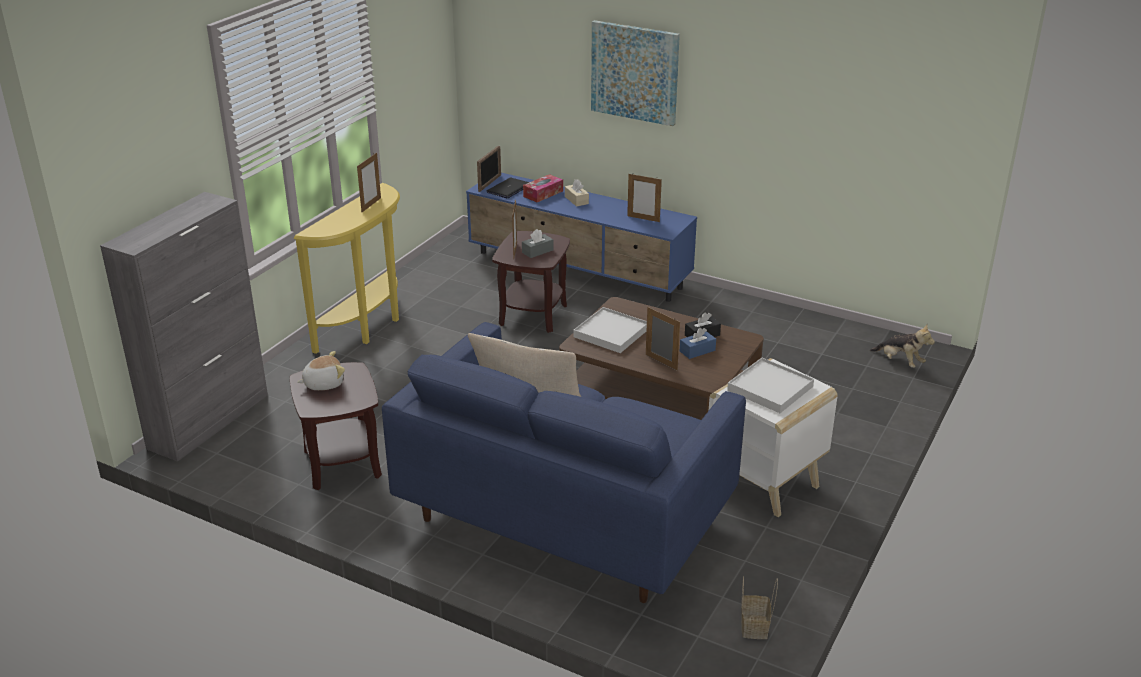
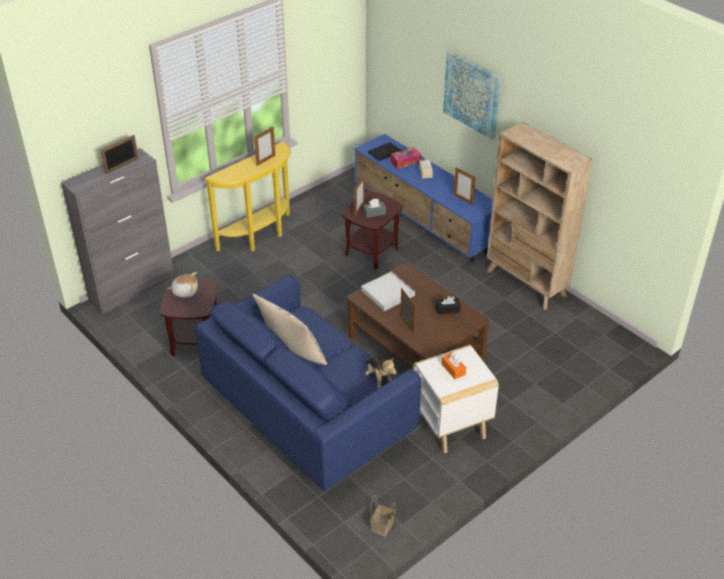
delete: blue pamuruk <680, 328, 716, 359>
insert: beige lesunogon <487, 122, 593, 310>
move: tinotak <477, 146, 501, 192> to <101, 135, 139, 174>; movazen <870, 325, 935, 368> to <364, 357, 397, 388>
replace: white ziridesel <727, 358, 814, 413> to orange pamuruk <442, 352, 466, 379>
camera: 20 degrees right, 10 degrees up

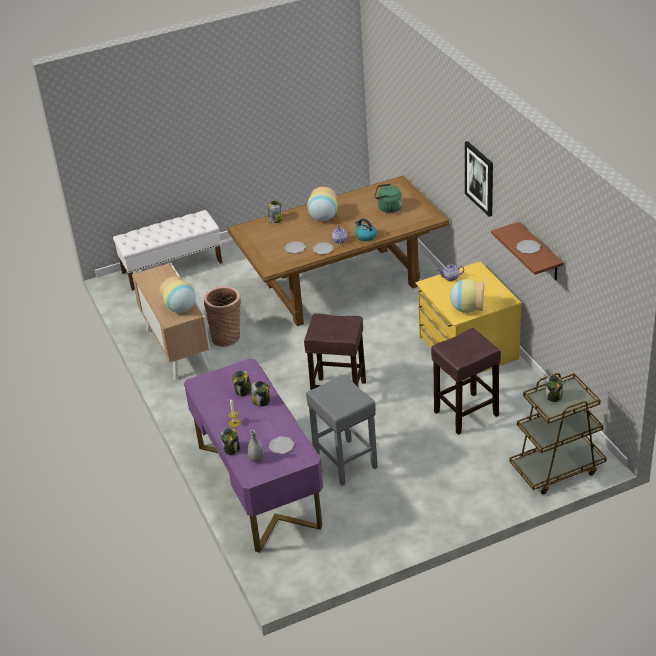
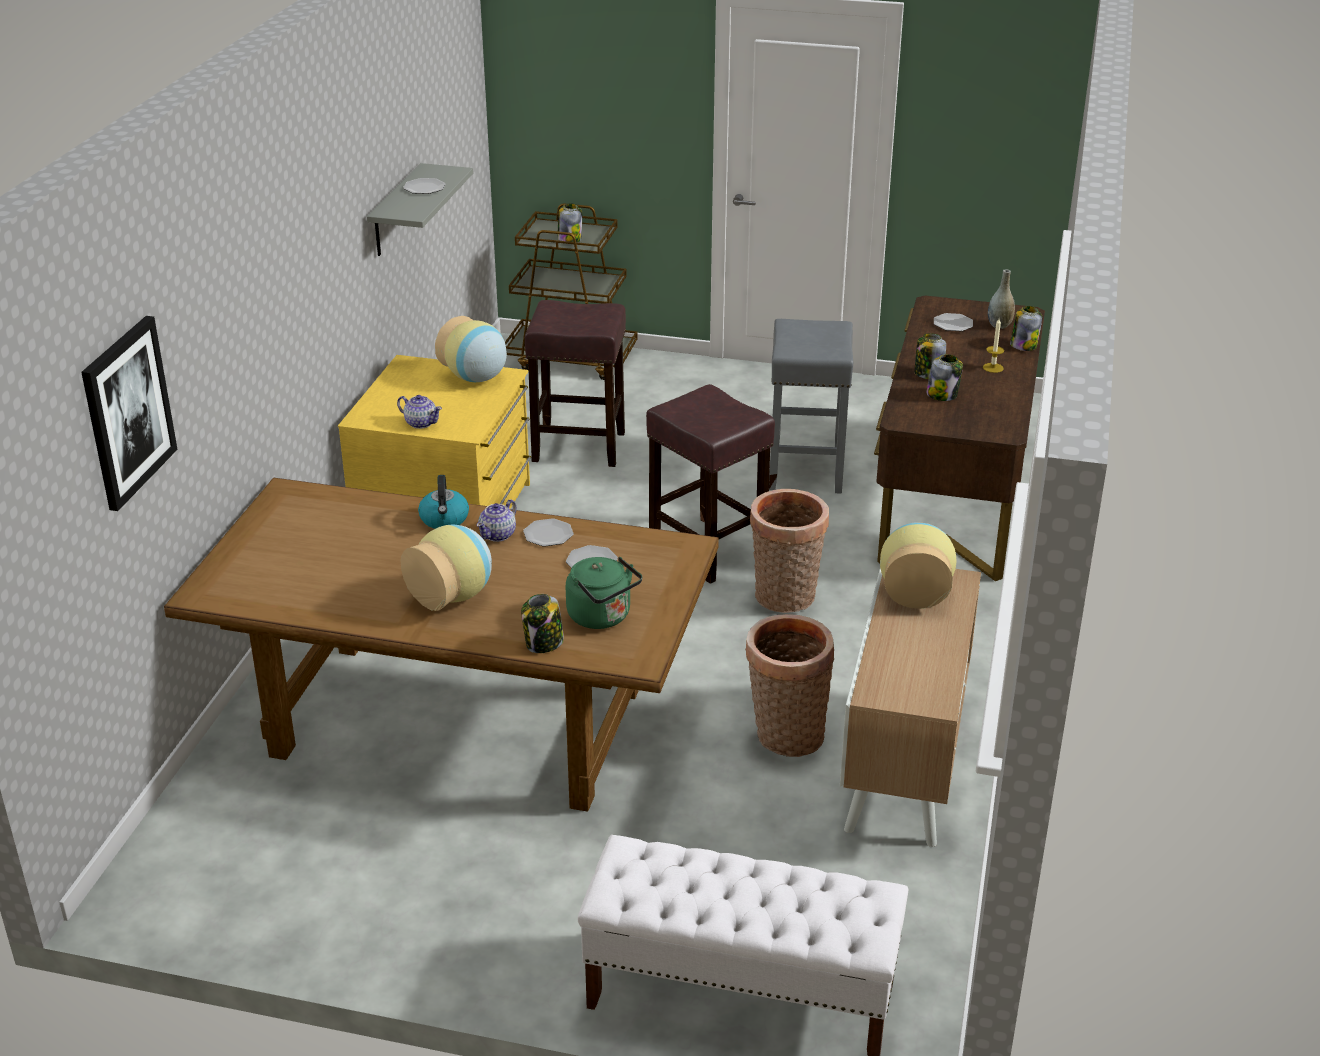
insert: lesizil <750, 489, 829, 613>
move: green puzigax <374, 184, 402, 213> to <566, 557, 642, 629>; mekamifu <465, 141, 493, 217> to <81, 316, 177, 511>
recolor: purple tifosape <184, 359, 323, 553> to brown tifosape <874, 296, 1045, 581>; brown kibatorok <491, 222, 563, 280> to grey kibatorok <367, 163, 473, 256>
camera: 145 degrees left, 5 degrees down

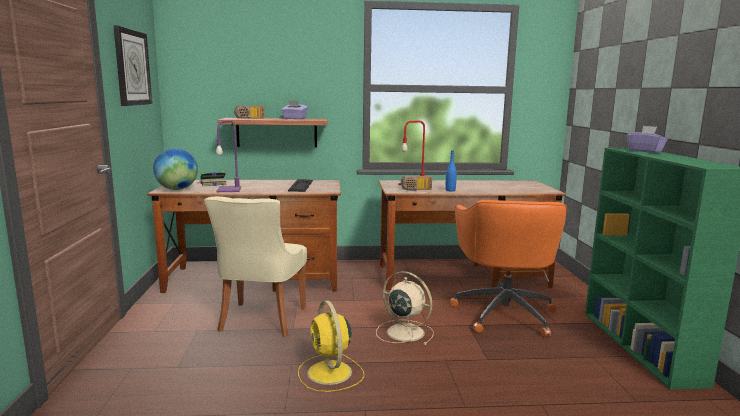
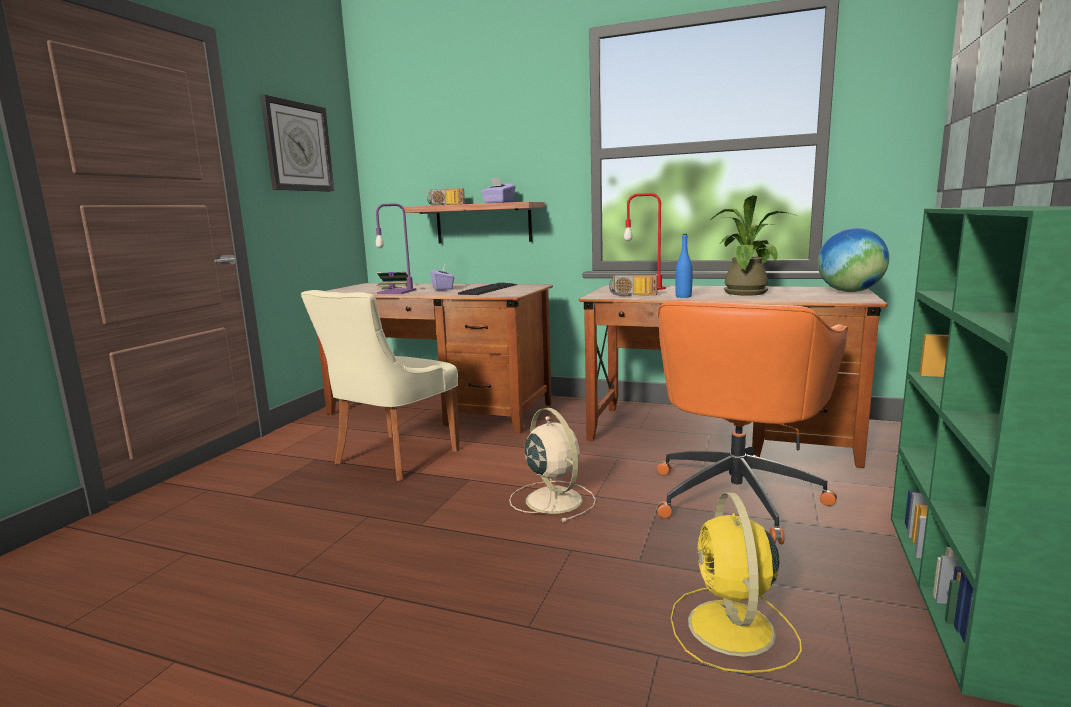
insert: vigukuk <712, 195, 798, 296>
move: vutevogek <153, 148, 198, 190> to <818, 228, 889, 292>; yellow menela <298, 301, 364, 392> to <671, 492, 802, 673>; purple pamuruk <627, 126, 667, 153> to <431, 264, 454, 291>
camera: 25 degrees right, 0 degrees up

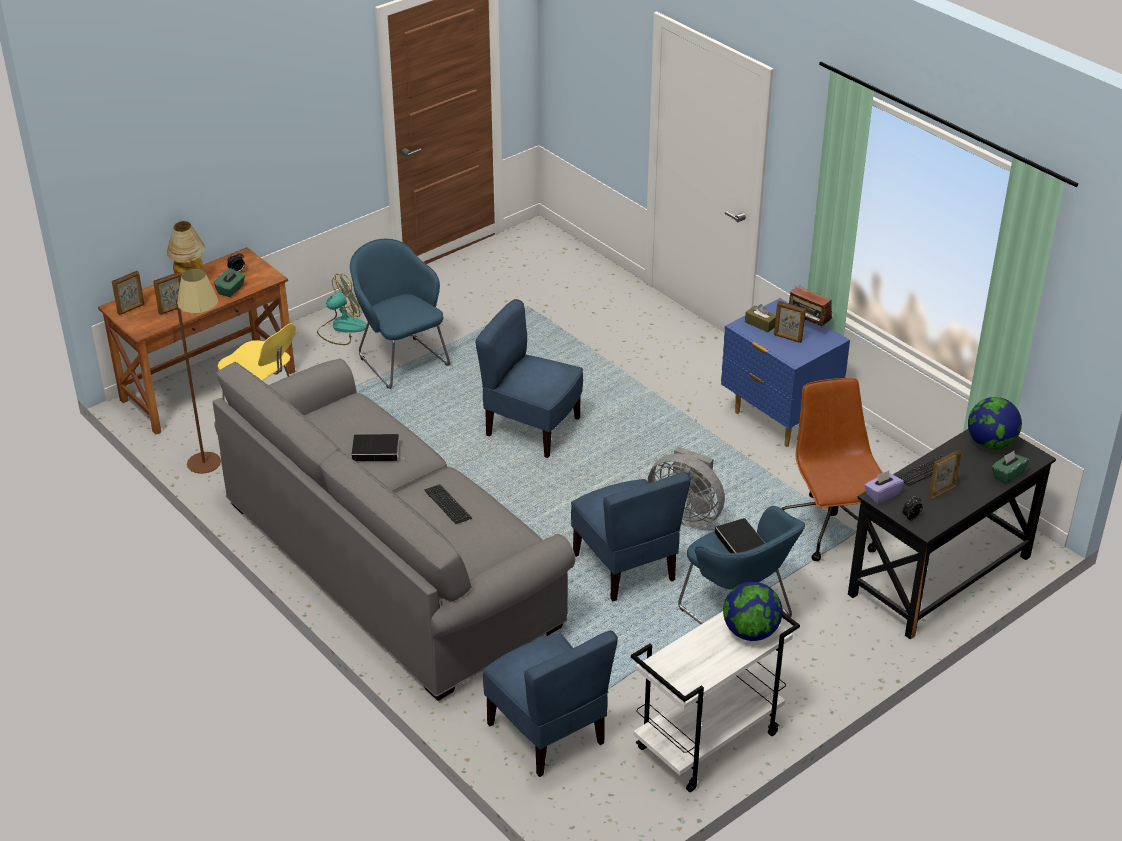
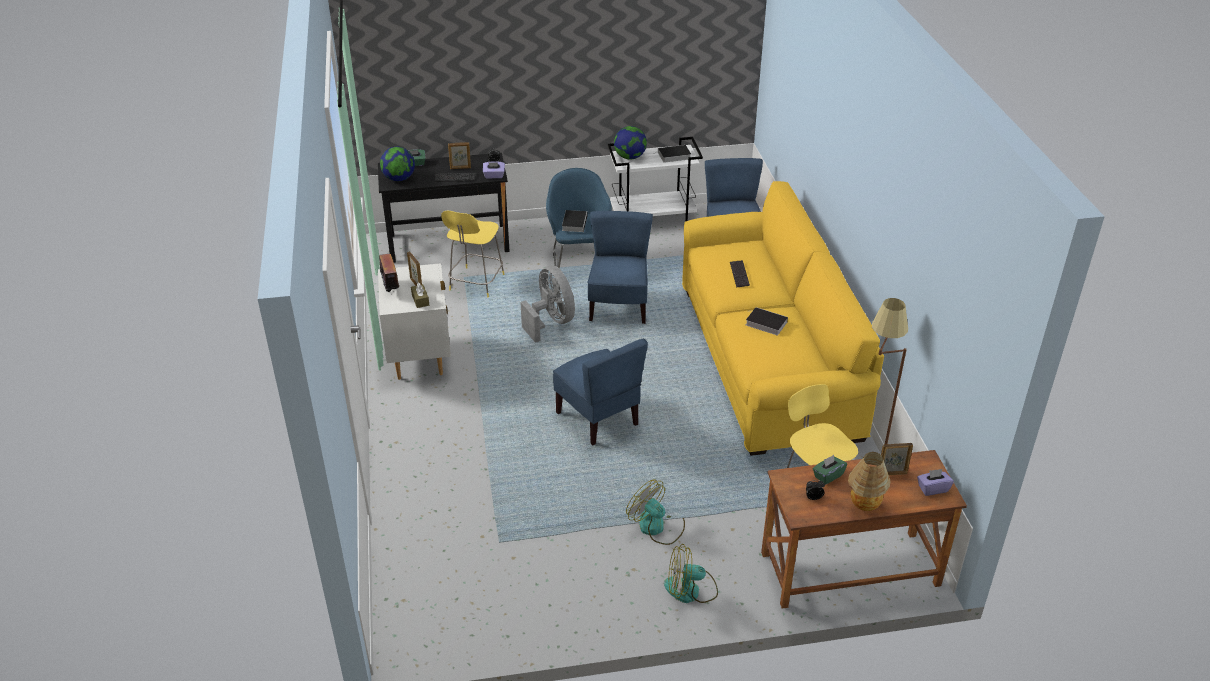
insert: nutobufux <653, 145, 691, 163>
replace: tinotak <112, 271, 144, 315> to purple pamuruk <917, 469, 954, 496>; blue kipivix <350, 239, 450, 389> to menela <626, 479, 685, 545>; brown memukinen <781, 378, 883, 561> to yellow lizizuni <441, 211, 505, 297>
recolor: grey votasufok <212, 359, 575, 701> to yellow votasufok <682, 181, 884, 456>; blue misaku <721, 298, 850, 447> to white misaku <378, 263, 451, 380>
camera: 150 degrees left, 0 degrees up

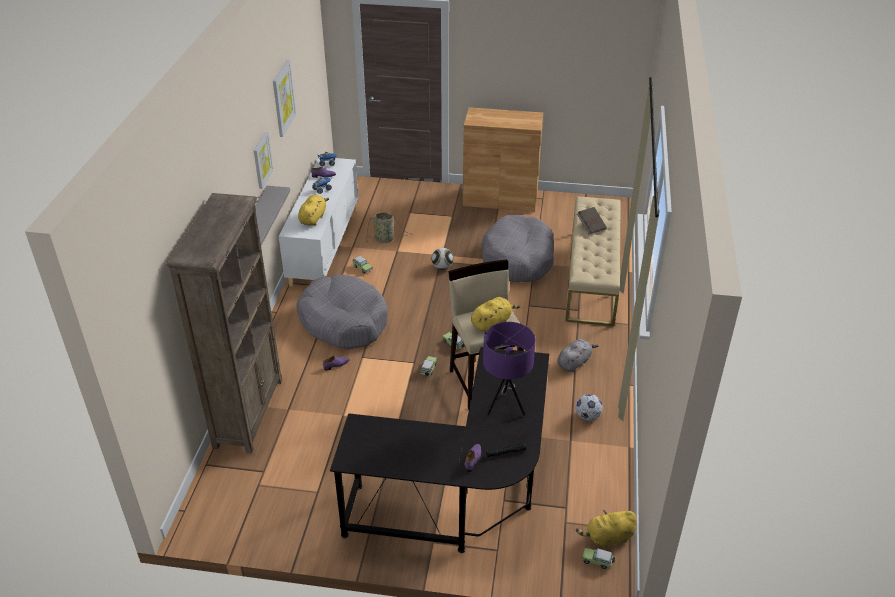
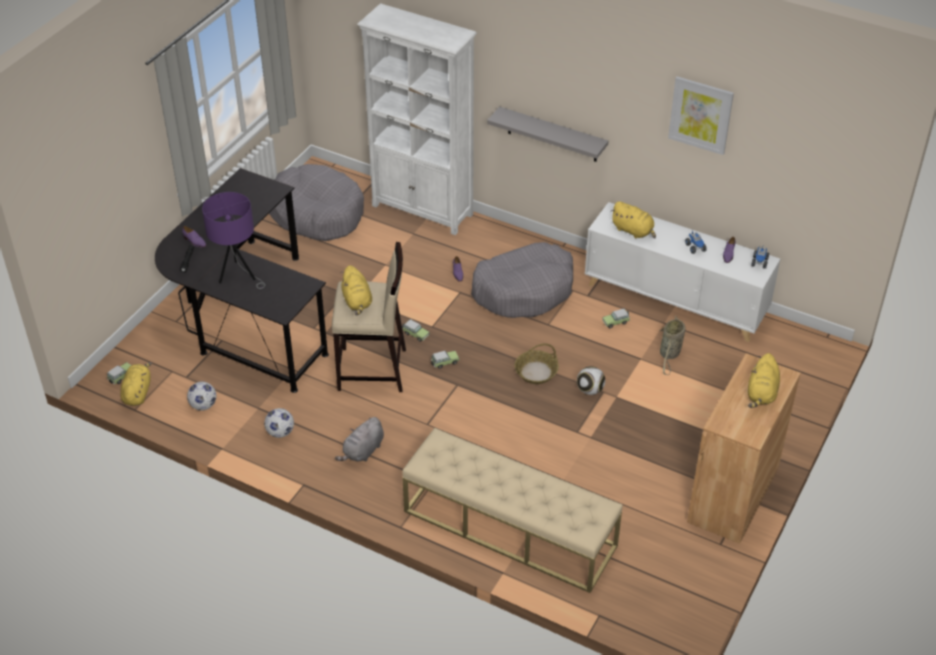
delete: mekamifu <254, 132, 273, 189>; brown nutobufux <577, 207, 607, 234>
insert: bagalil <187, 382, 216, 411>; lesizil <514, 343, 559, 384>; yellow movazen <748, 353, 780, 408>
move: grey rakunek <482, 215, 554, 282> to <269, 164, 364, 241>
recolor: brown lesunogon <167, 193, 282, 453> to white lesunogon <357, 4, 477, 235>
rotate: grey movazen <557, 339, 598, 372> = <335, 417, 384, 462> 60 degrees clockwise
camera: 110 degrees right, 5 degrees up

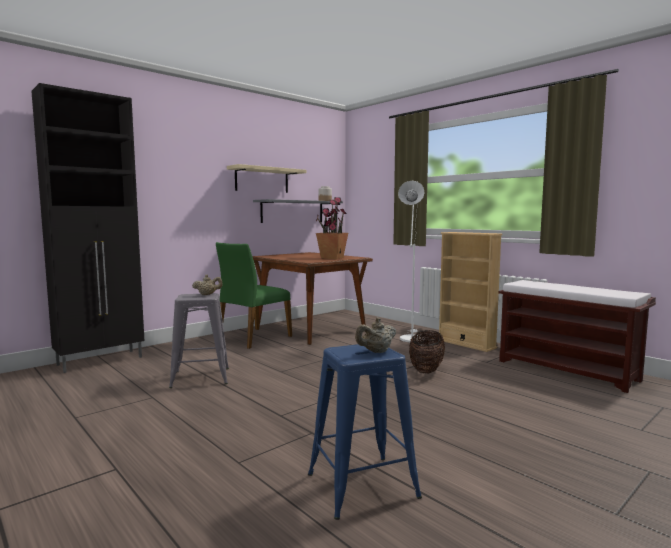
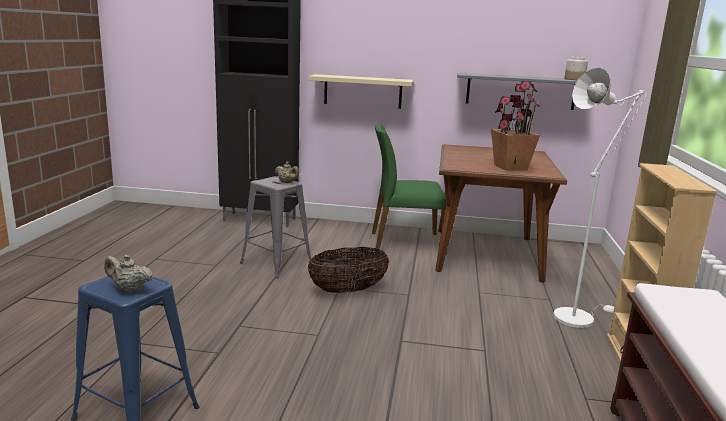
move: beige kibatorok <227, 164, 306, 193> to <308, 74, 414, 109>; lesizil <409, 330, 445, 374> to <308, 247, 389, 293>
camera: 50 degrees right, 10 degrees up

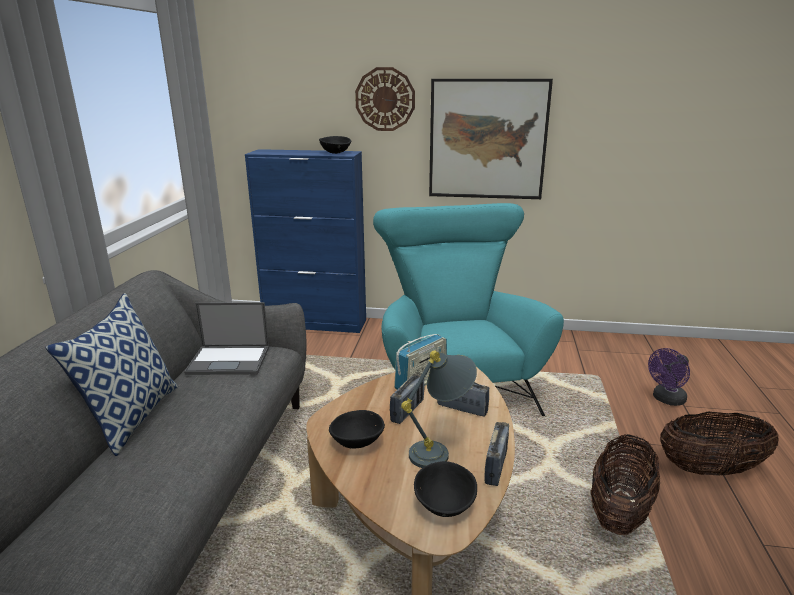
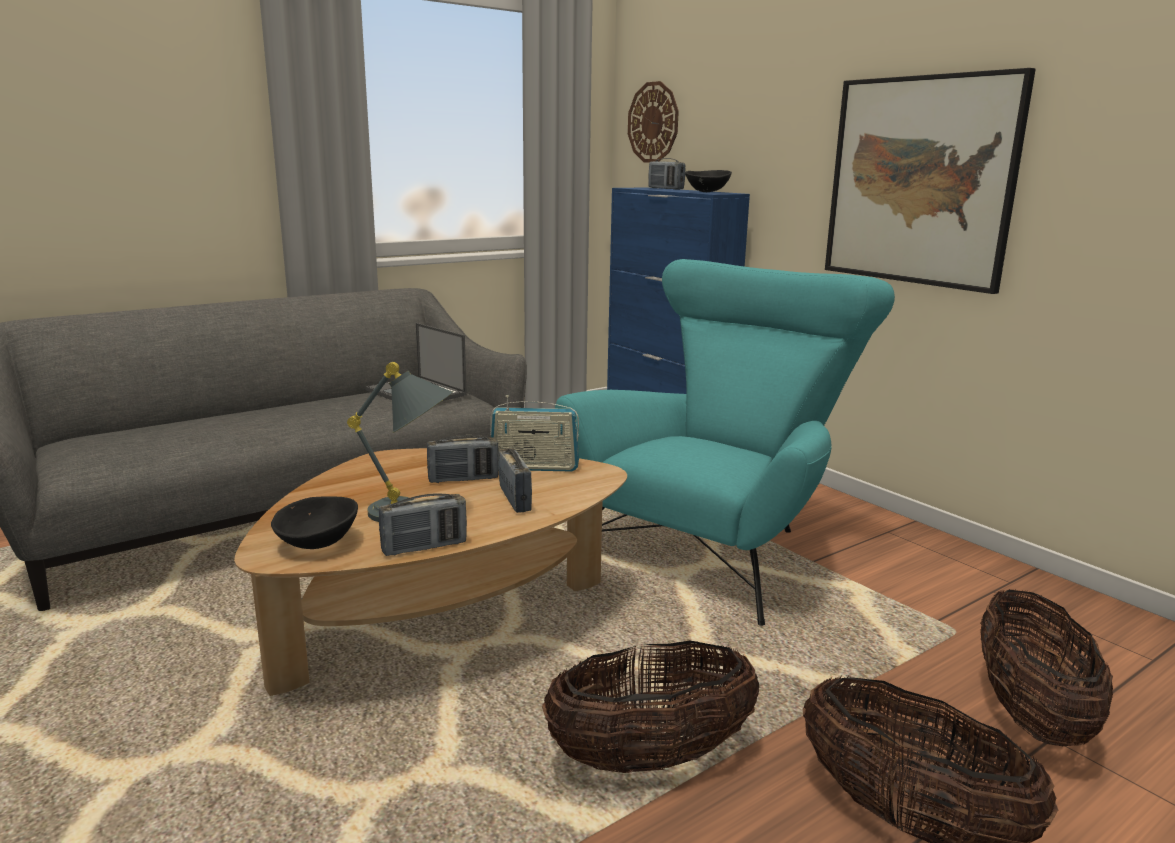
delete: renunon <45, 293, 178, 456>; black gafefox <329, 410, 385, 449>
insert: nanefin <648, 158, 685, 190>
move: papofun <355, 67, 415, 131> to <628, 81, 679, 163>
replace: purple menela <648, 348, 690, 406> to lesizil <980, 589, 1113, 746>
camera: 45 degrees right, 5 degrees down

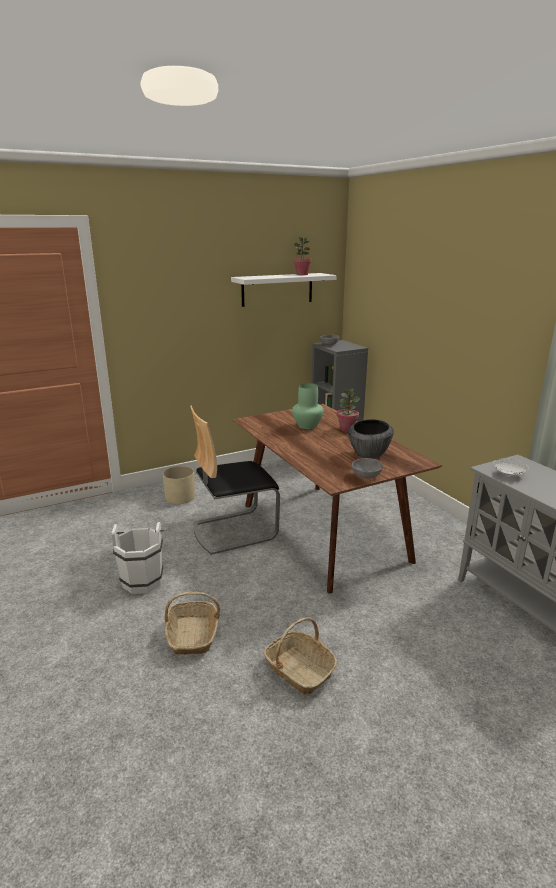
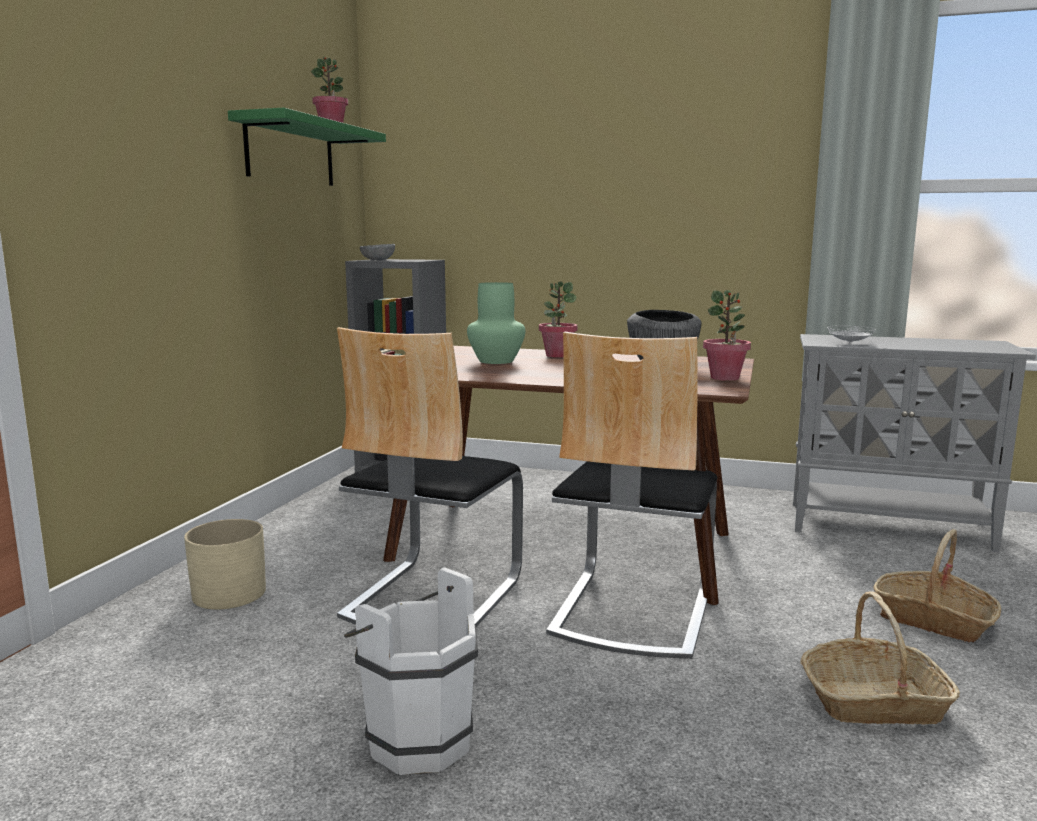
insert: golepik <546, 331, 717, 659>
move: lesizil <165, 592, 220, 655> to <873, 529, 1001, 642>
replace: grey gafefox <352, 458, 383, 478> to vigukuk <703, 290, 751, 381>
recolor: white kibatorok <231, 273, 337, 307> to green kibatorok <228, 108, 386, 186>
camera: 45 degrees left, 10 degrees down

